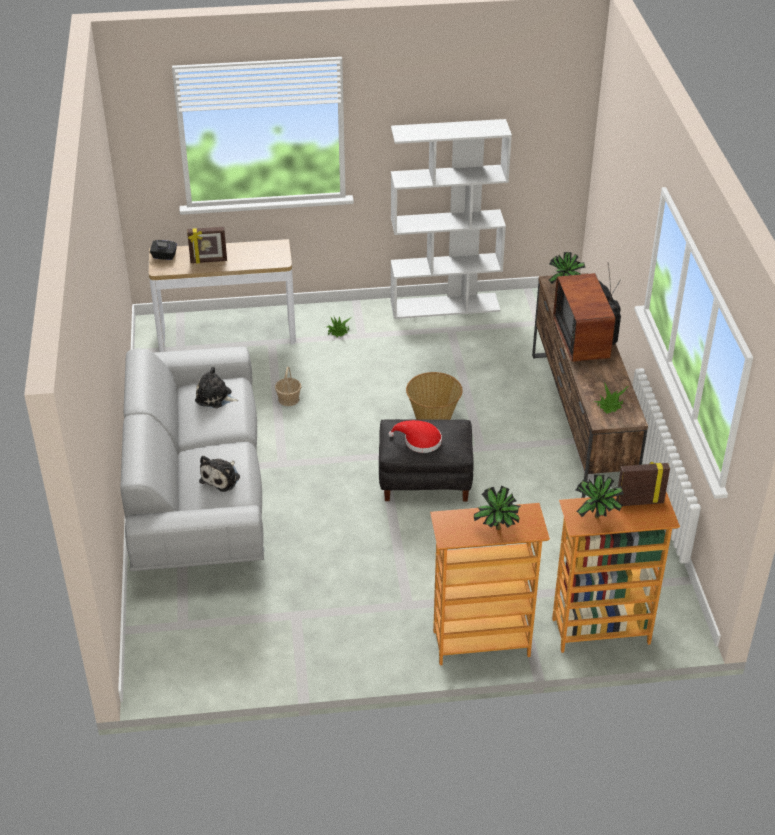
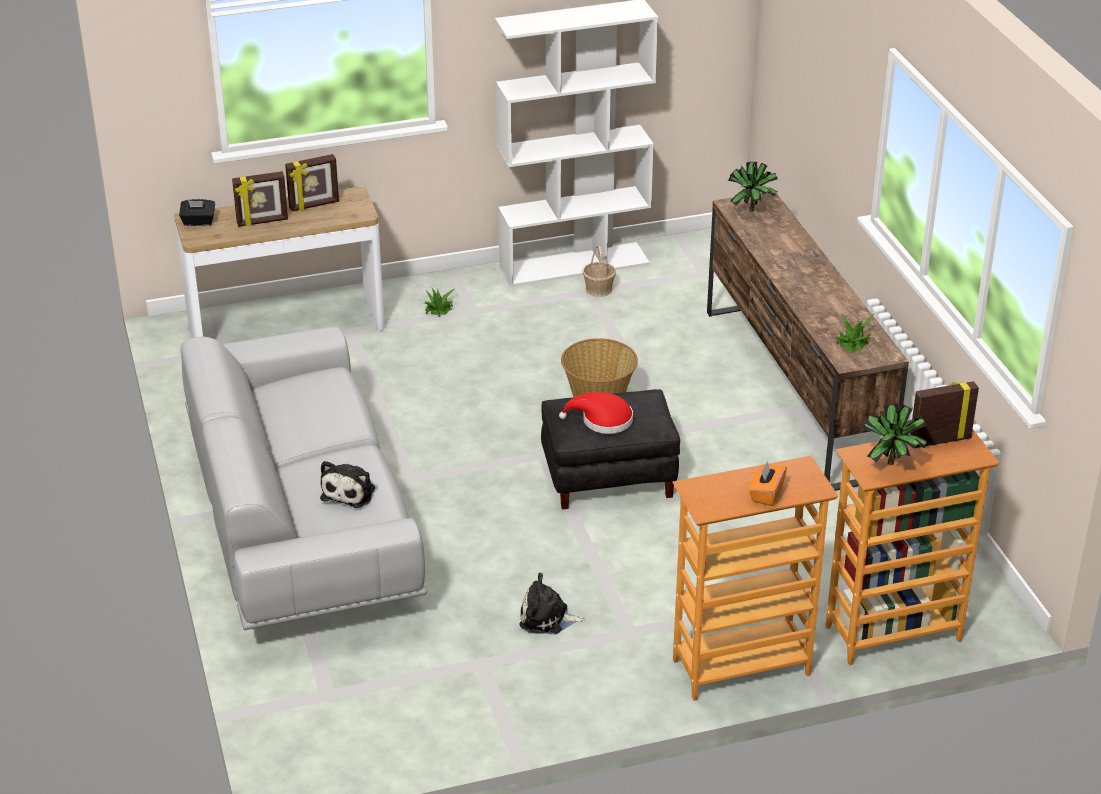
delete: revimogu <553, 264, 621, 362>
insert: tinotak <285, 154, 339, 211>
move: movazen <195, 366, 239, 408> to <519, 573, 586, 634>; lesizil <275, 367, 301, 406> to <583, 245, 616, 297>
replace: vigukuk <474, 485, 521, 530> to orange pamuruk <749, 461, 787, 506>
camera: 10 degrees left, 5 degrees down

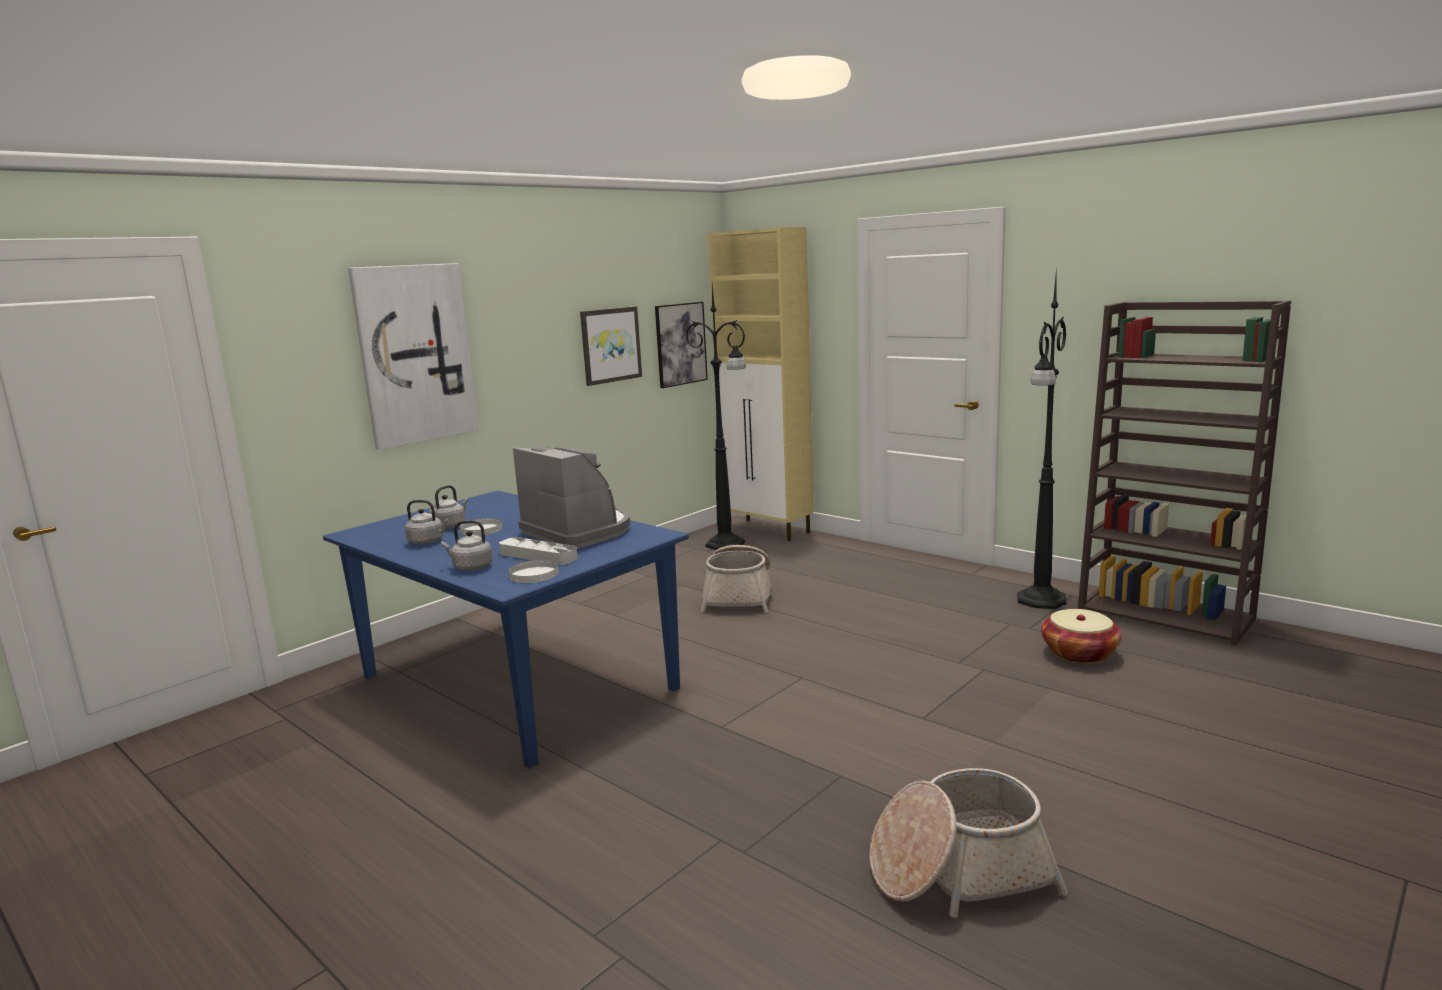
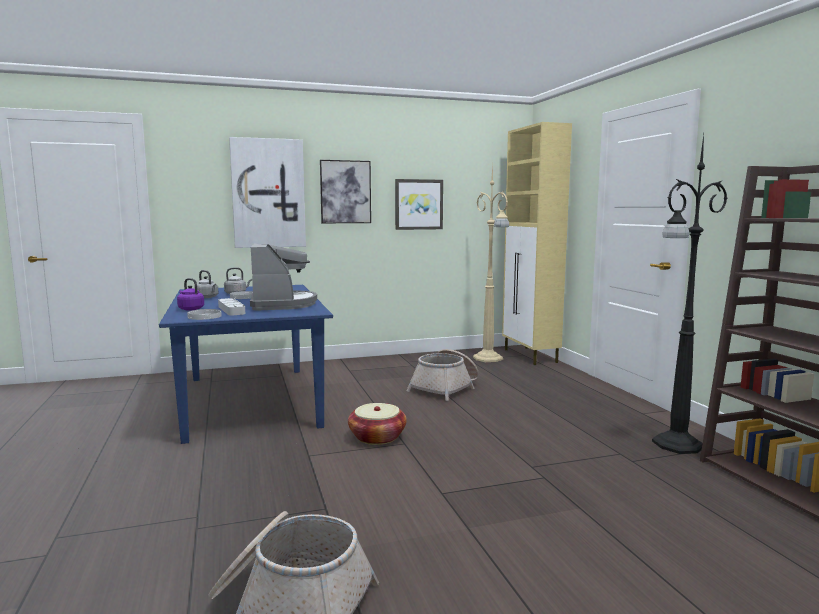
move: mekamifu <655, 302, 708, 388> to <320, 160, 371, 223>; lesizil <1041, 609, 1122, 664> to <348, 403, 407, 445>
recolor: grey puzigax <441, 520, 493, 571> to purple puzigax <177, 278, 204, 311>; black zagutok <685, 285, 746, 550> to beige zagutok <473, 164, 509, 362>
camera: 30 degrees right, 5 degrees down

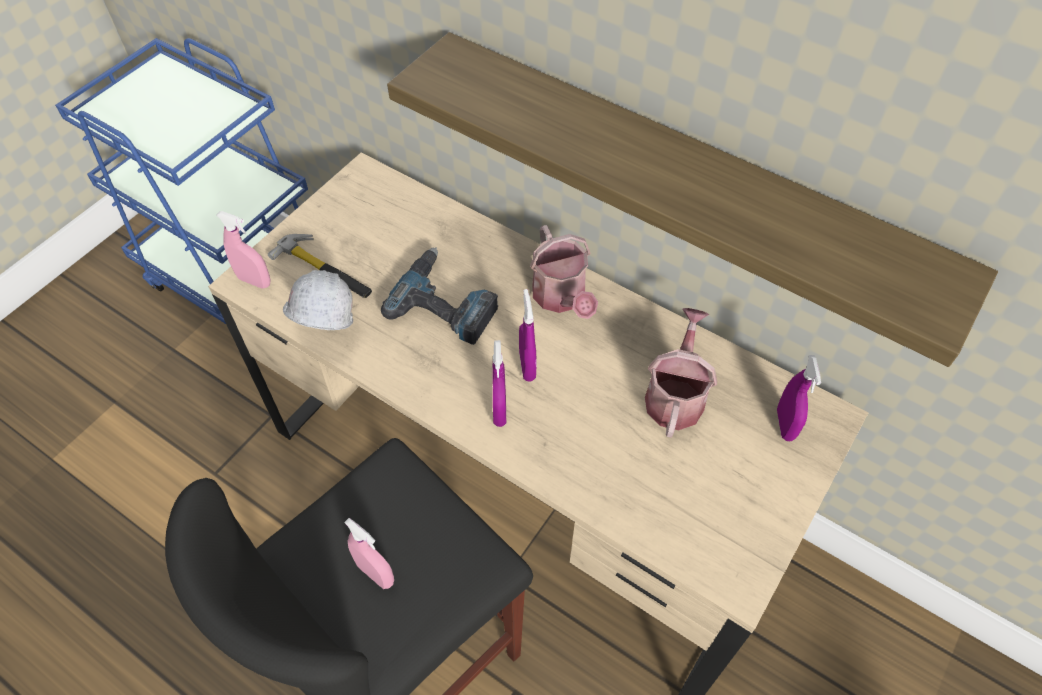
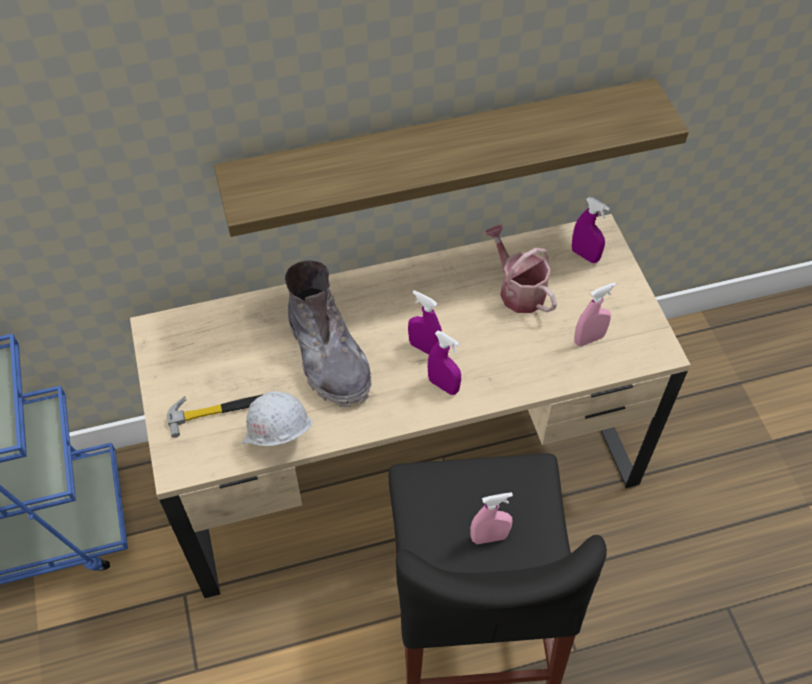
delete: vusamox <530, 225, 598, 319>
move: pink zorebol <216, 211, 270, 289> to <574, 282, 616, 347>
replace: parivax <381, 247, 499, 345> to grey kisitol <285, 260, 372, 407>
camera: 50 degrees left, 0 degrees up

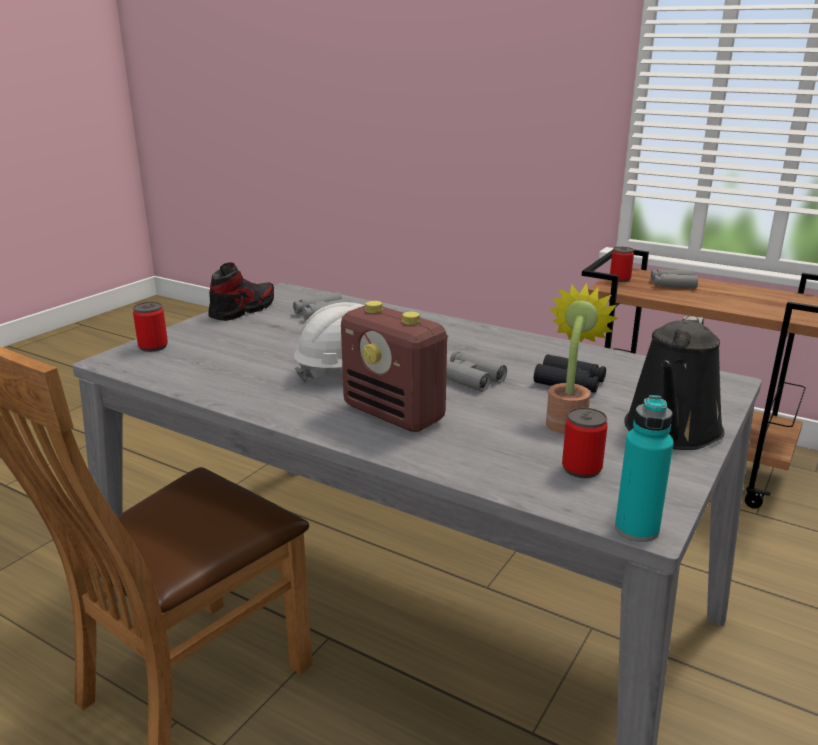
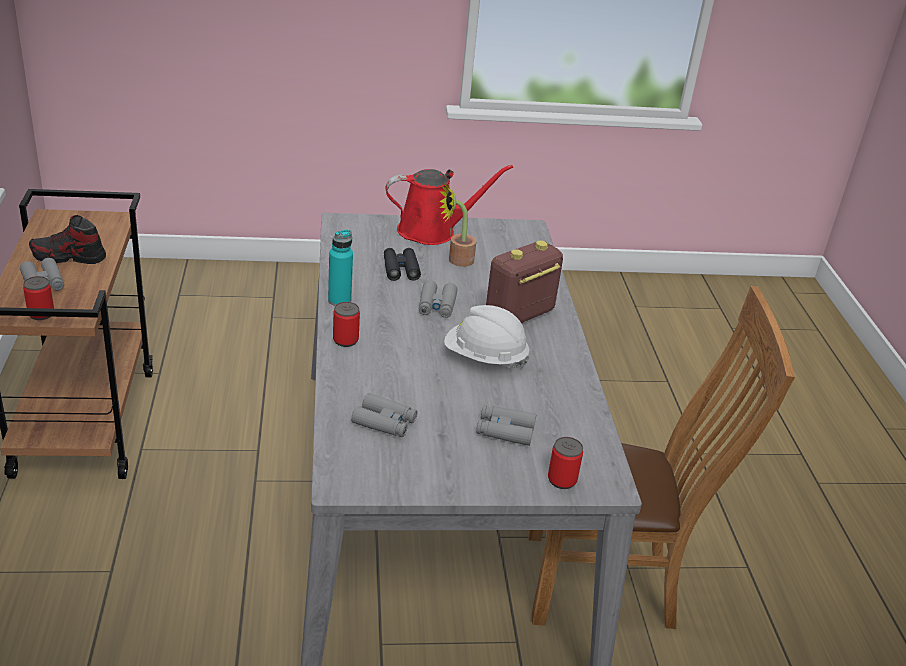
insert: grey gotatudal <476, 405, 537, 446>
move: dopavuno <209, 262, 274, 321> to <29, 215, 106, 264>; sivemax <562, 408, 608, 478> to <333, 302, 360, 347>; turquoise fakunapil <615, 395, 674, 542> to <328, 230, 353, 306>
recolor: black vusamox <624, 316, 725, 450> to red vusamox <385, 165, 513, 245>
rotate: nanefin <341, 301, 448, 432> = <486, 241, 563, 323> 135 degrees counterclockwise
camera: 130 degrees left, 10 degrees up

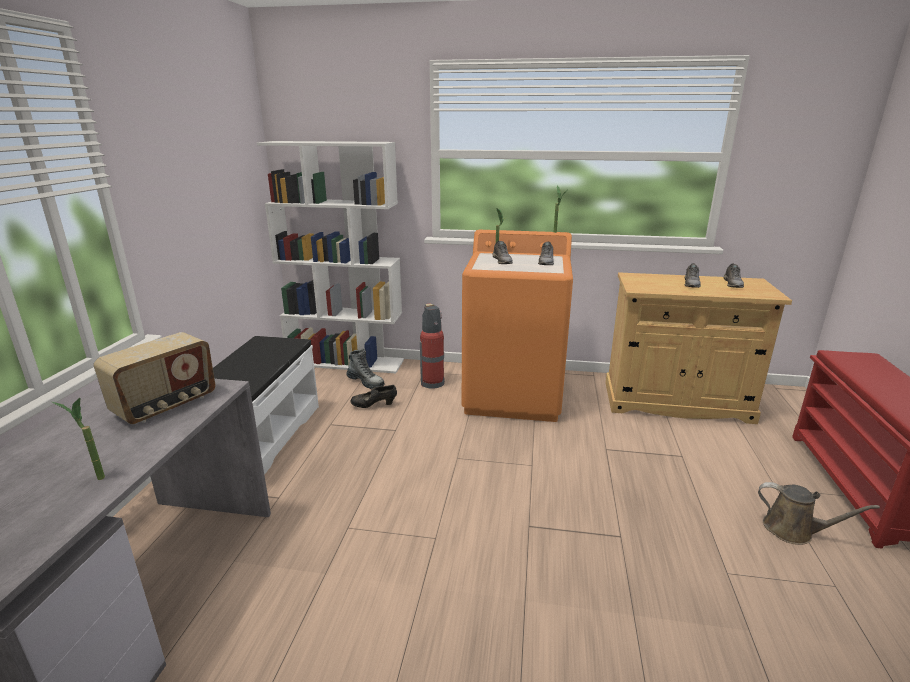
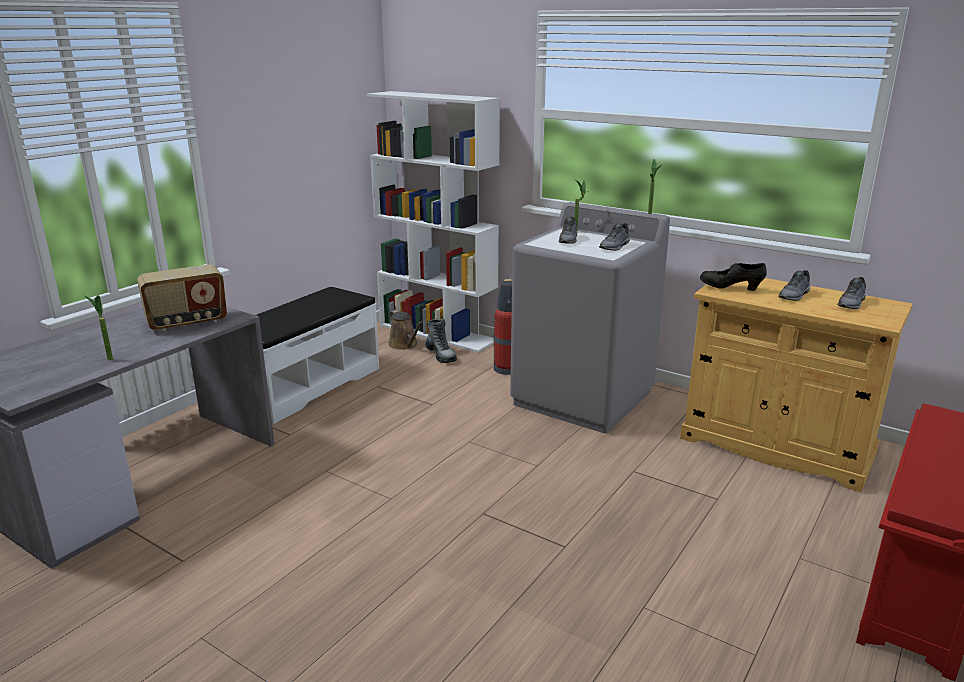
move: black dopavuno <350, 385, 397, 408> to <700, 263, 767, 291>; brown vusamox <758, 482, 880, 545> to <388, 310, 423, 350>
recolor: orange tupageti <462, 230, 573, 422> to grey tupageti <510, 202, 670, 433>
camera: 25 degrees right, 0 degrees up

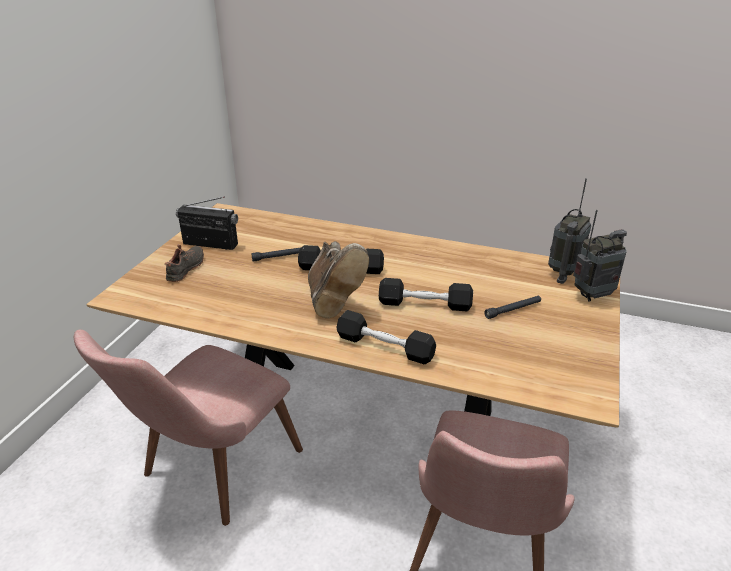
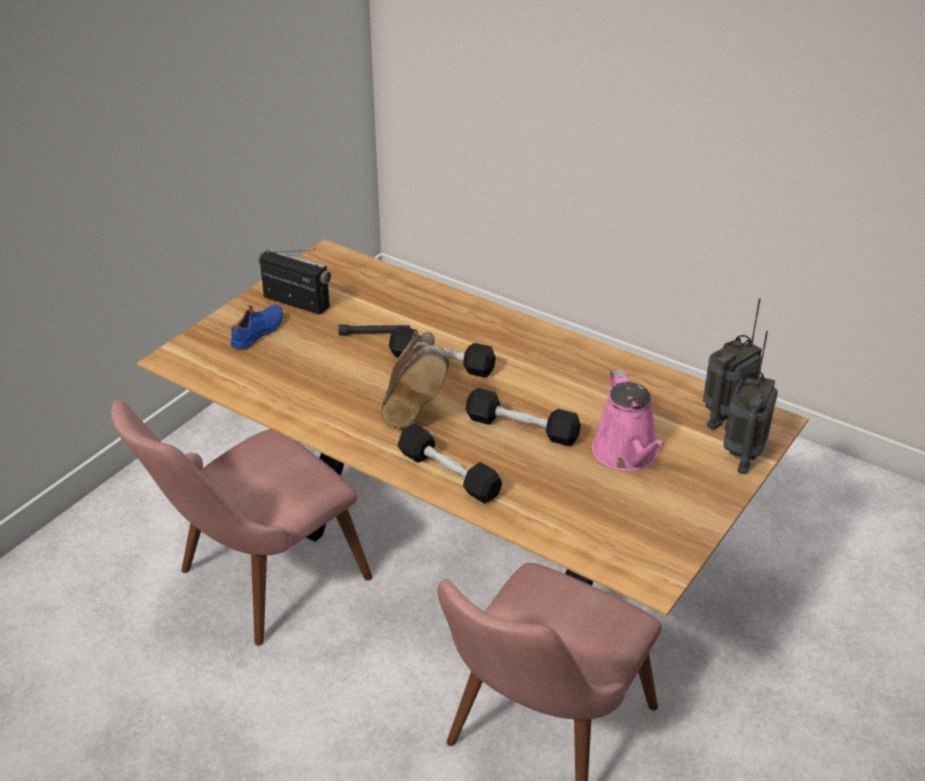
replace: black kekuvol <485, 296, 541, 319> to pink vusamox <592, 369, 665, 471>
recolor: black dopavuno <165, 244, 204, 282> to blue dopavuno <230, 304, 283, 350>
rotate: nanefin <573, 210, 627, 302> = <723, 331, 778, 474> 120 degrees clockwise
camera: 15 degrees right, 5 degrees up

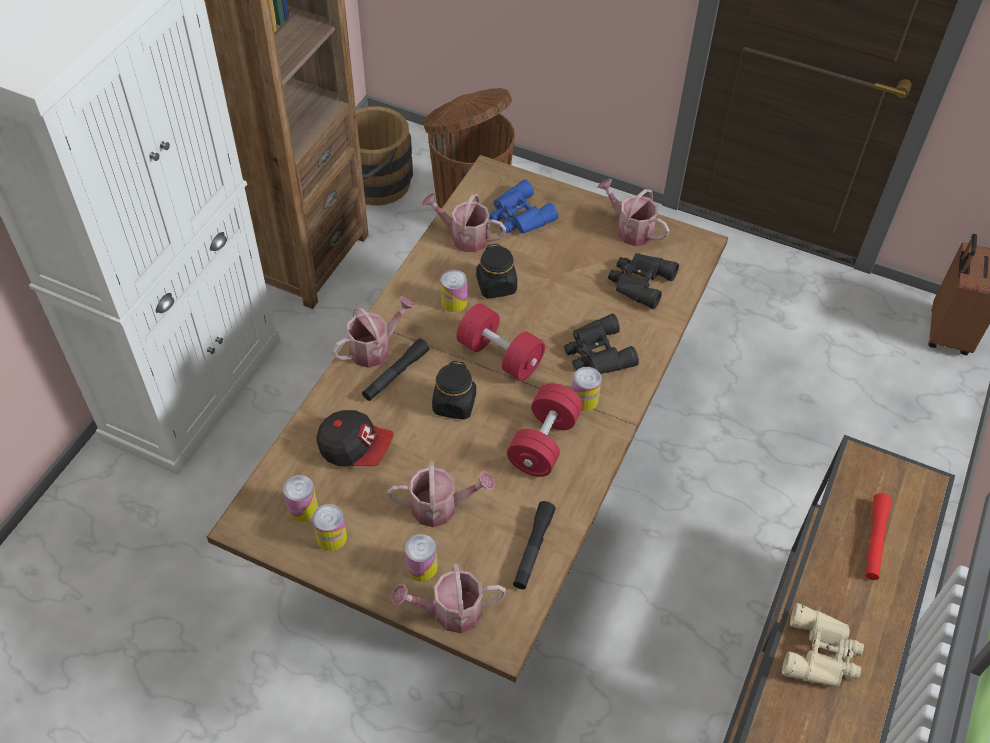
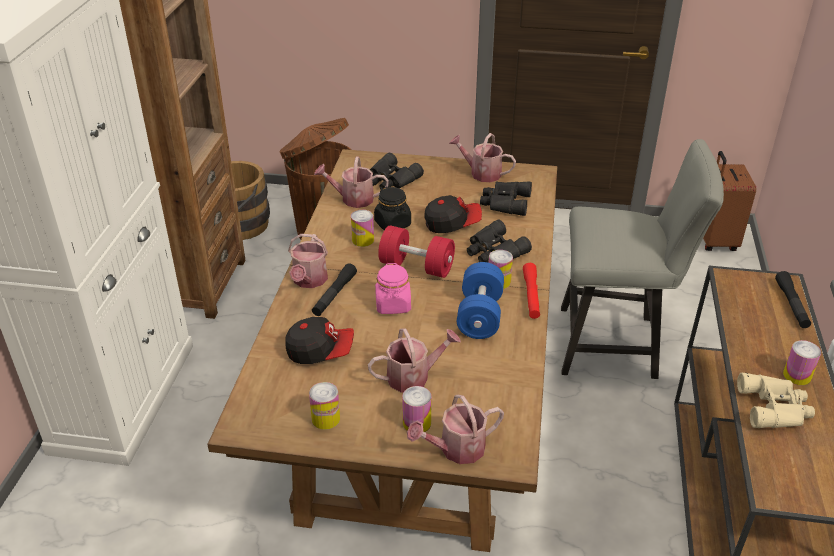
insert: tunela <424, 195, 482, 233>; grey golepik <561, 139, 724, 379>
move: sivemax <283, 475, 318, 522> to <783, 340, 821, 385>; black kekuvol <513, 501, 556, 589> to <775, 271, 811, 328>; red kekuvol <865, 493, 892, 580> to <523, 263, 540, 319>
recolor: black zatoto <432, 361, 476, 420> to pink zatoto <375, 263, 411, 314>; blue gotatudal <489, 180, 558, 234> to black gotatudal <370, 153, 424, 189>; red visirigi <507, 383, 583, 477> to blue visirigi <457, 262, 504, 339>
rotate: vusamox <332, 296, 416, 368> = <288, 234, 328, 288> 150 degrees clockwise
camera: 15 degrees left, 15 degrees down

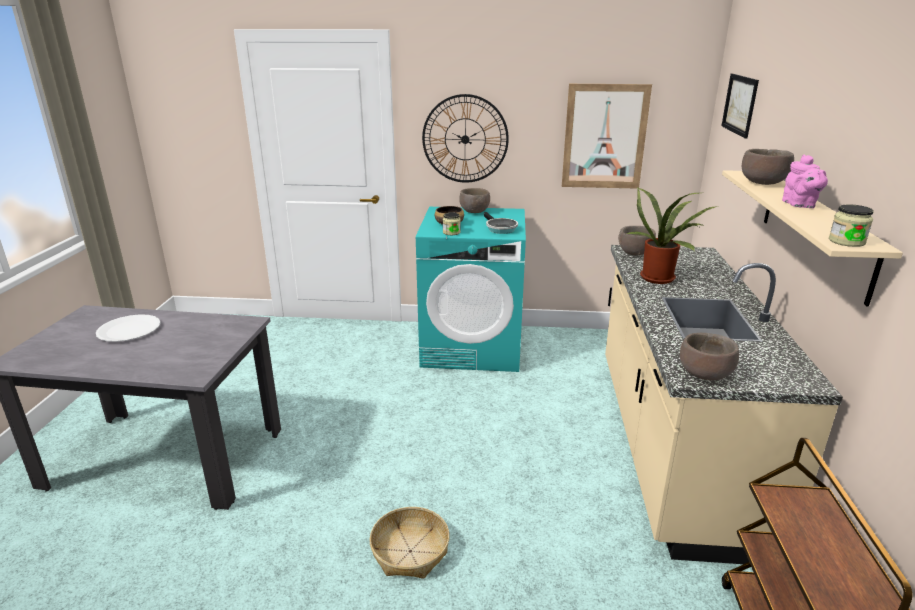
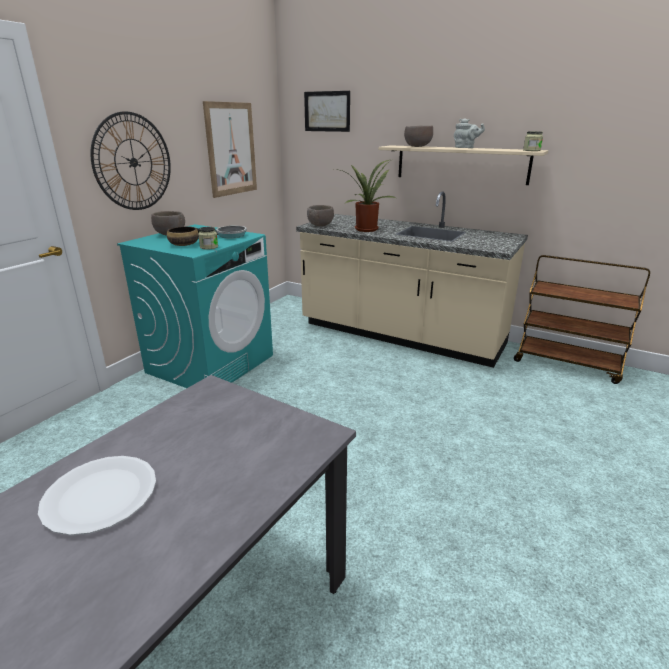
delete: lesizil <370, 507, 450, 579>; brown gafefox <680, 333, 739, 380>
recolor: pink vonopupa <782, 154, 828, 208> to grey vonopupa <454, 119, 485, 148>
camera: 65 degrees left, 0 degrees up

